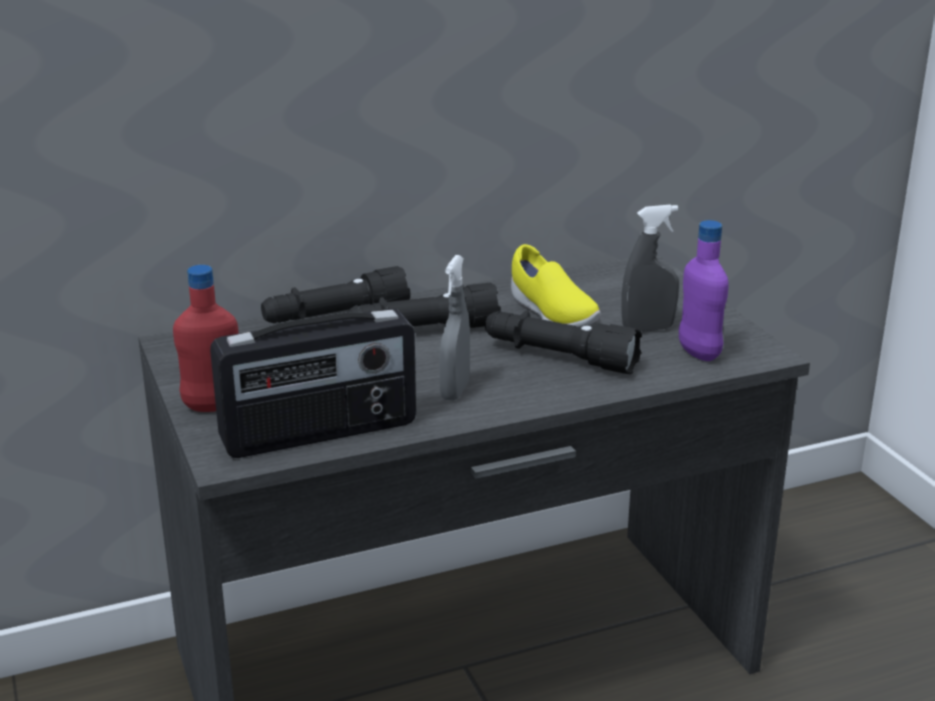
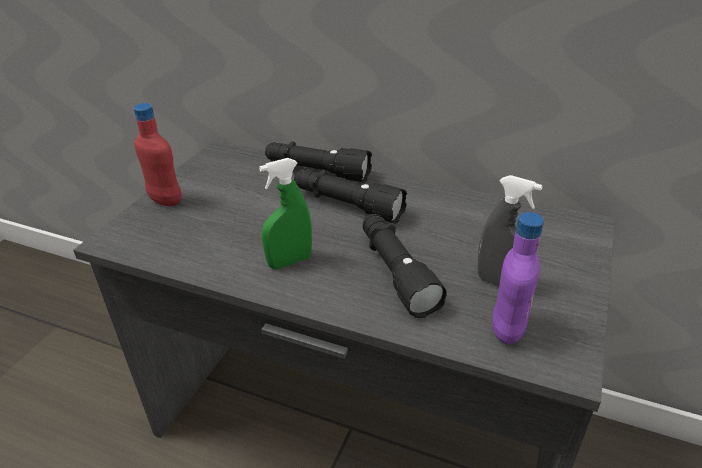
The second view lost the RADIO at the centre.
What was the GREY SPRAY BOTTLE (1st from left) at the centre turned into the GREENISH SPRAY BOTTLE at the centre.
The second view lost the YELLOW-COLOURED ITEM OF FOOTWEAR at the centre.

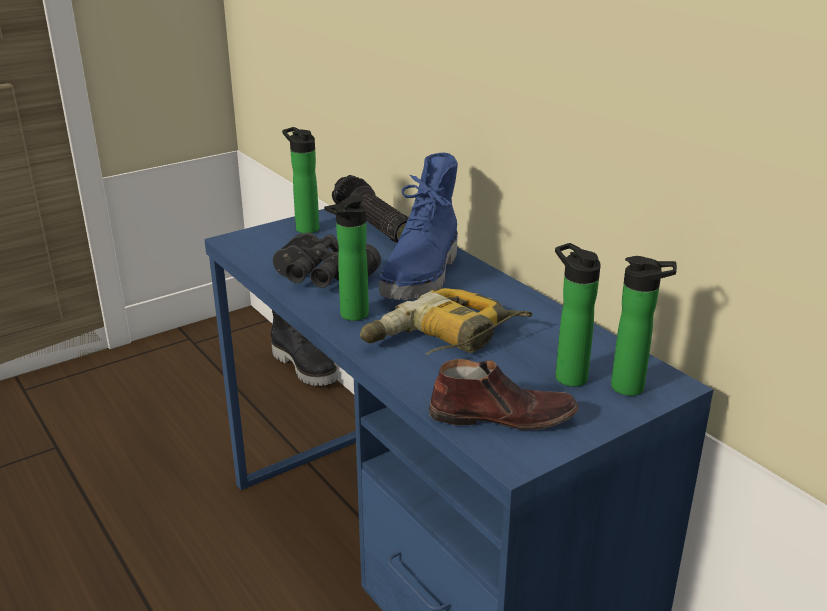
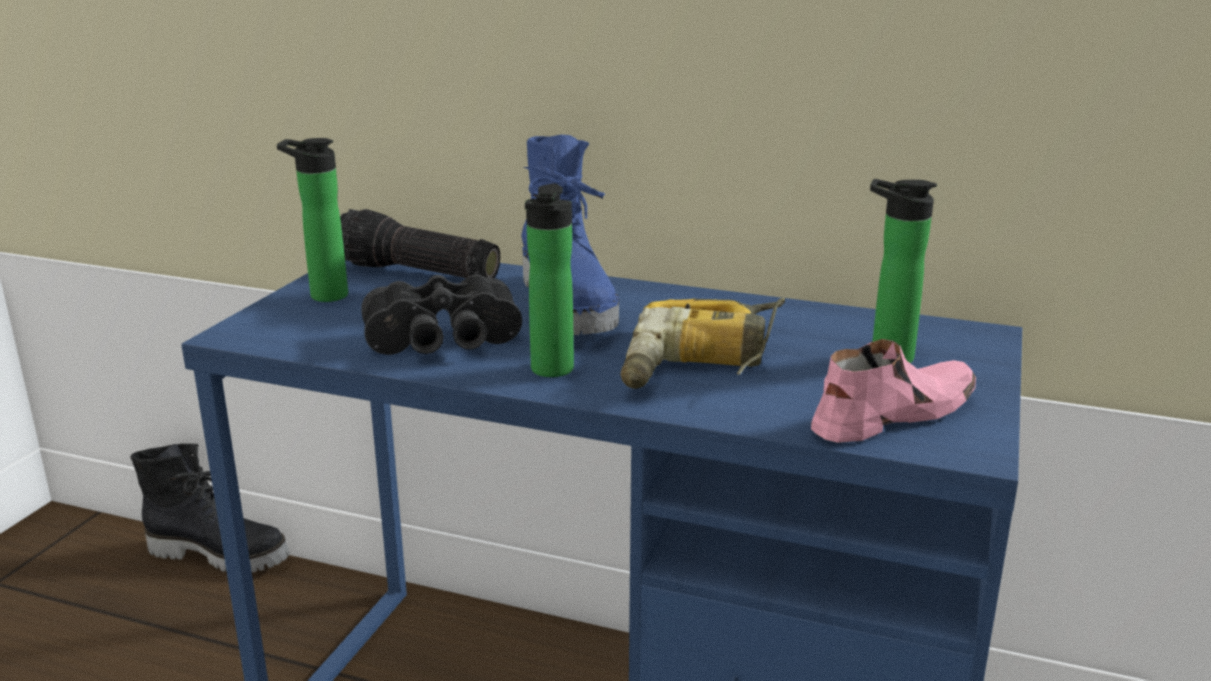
What was the BROWNISH ITEM OF FOOTWEAR at the centre turned into the PINK ITEM OF FOOTWEAR at the middle right.
The second view lost the BOTTLE (4th from left) at the middle right.

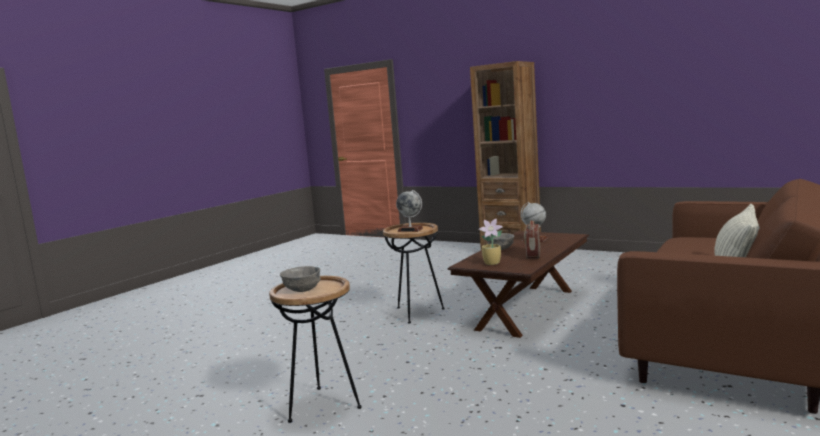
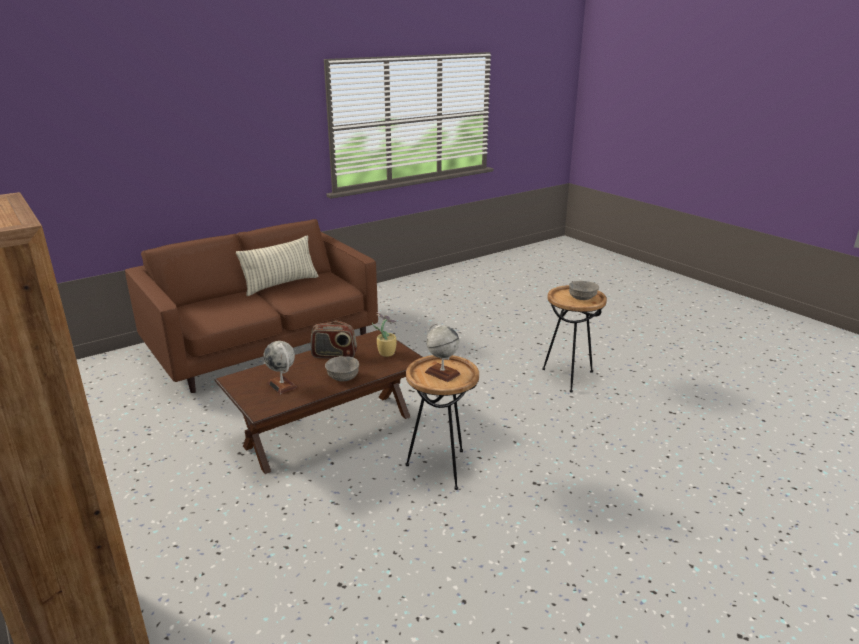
The RADIO at the centre ended up facing another way, 60 degrees clockwise from before.

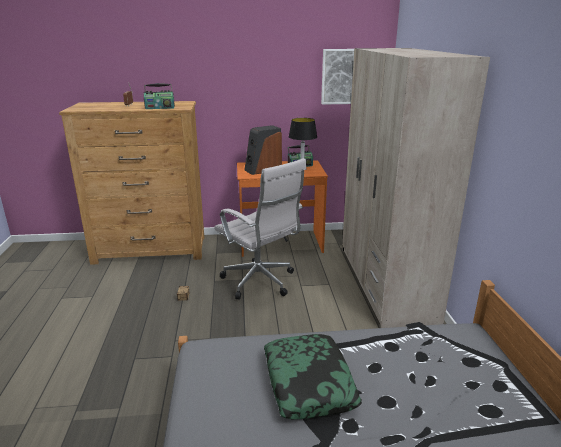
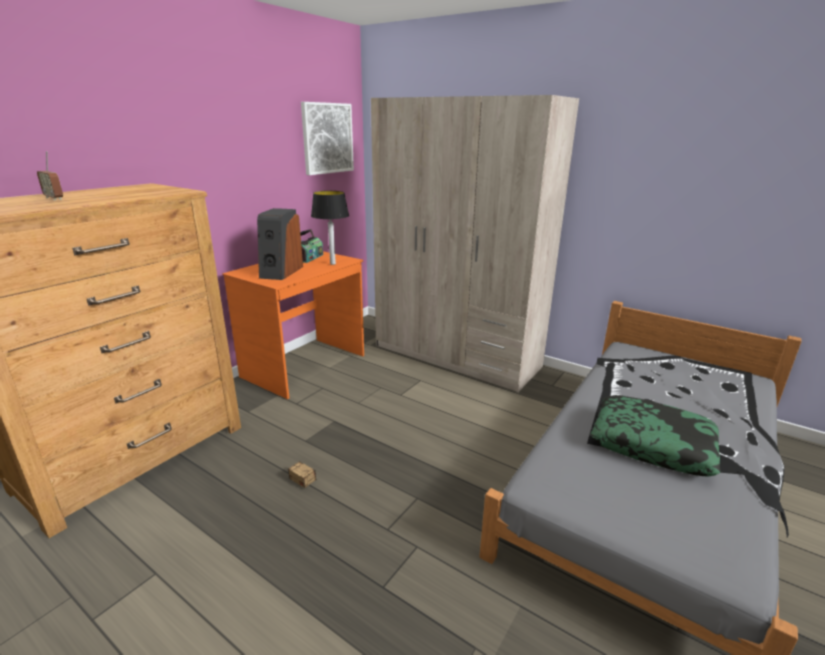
The second view lost the RADIO (2nd from left) at the top left.
The second view lost the WHITISH DESK CHAIR at the centre.

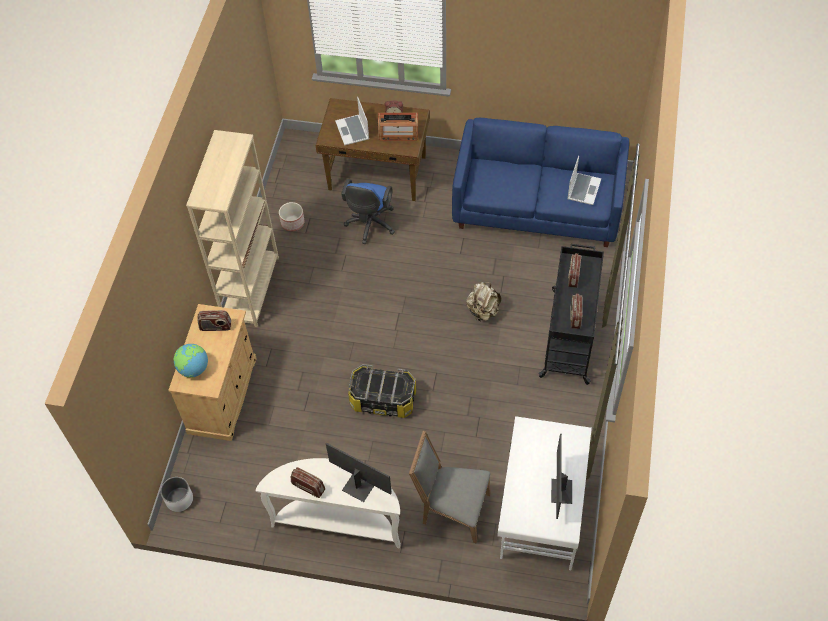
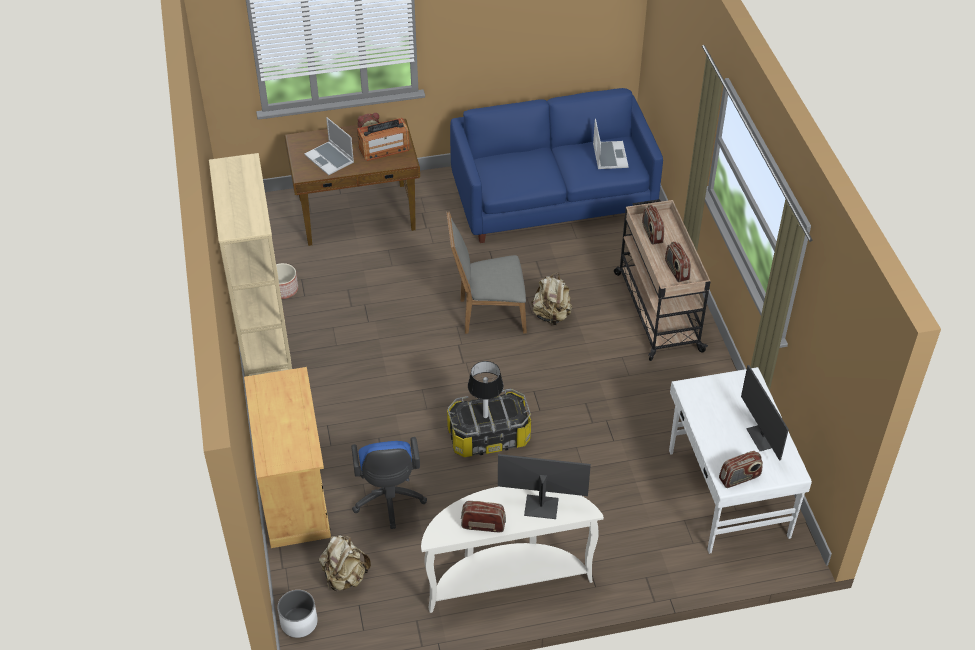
The second view lost the WORLD GLOBE at the middle left.
The RADIO (1st from left in the first image) ended up elsewhere, having gone from the middle left to the bottom right.
The BLUE-COLOURED DESK CHAIR ended up elsewhere, having gone from the centre to the bottom centre.
The GREY PLAIN CHAIR ended up elsewhere, having gone from the bottom centre to the centre.
What was the BLACKISH TROLLEY at the middle right turned into the BEIGE TROLLEY at the middle right.
The second view gained the BEIGE BACKPACK (1st from left) at the bottom centre.
The second view gained the TABLE LAMP at the centre.

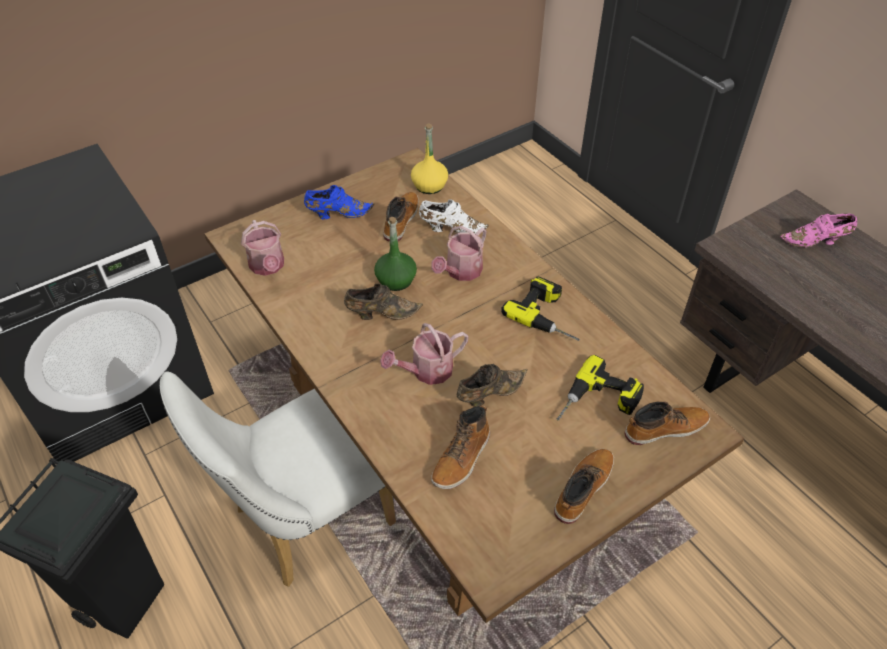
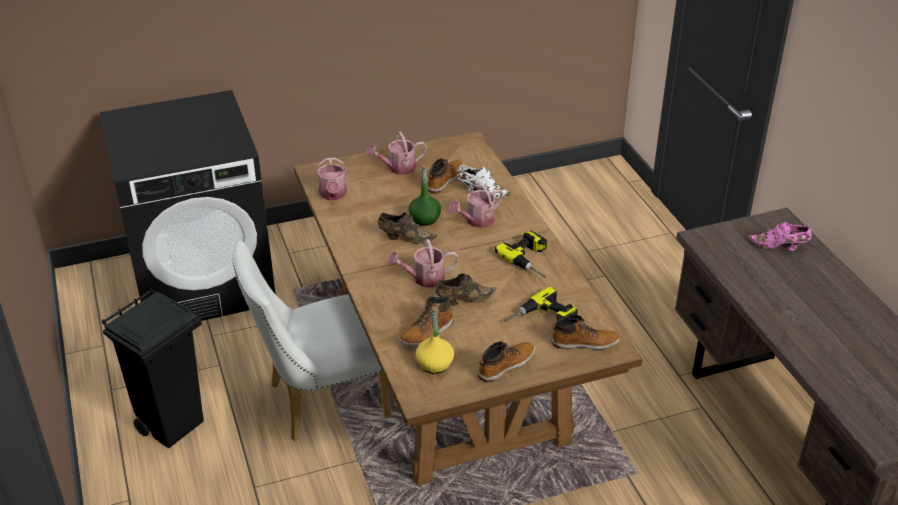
Where the BLUE-COLOURED ITEM OF FOOTWEAR stood at the top centre, the WATERING CAN (2nd from left) came to stand at the top centre.
The YELLOW-COLOURED BOTTLE ended up elsewhere, having gone from the top centre to the bottom centre.

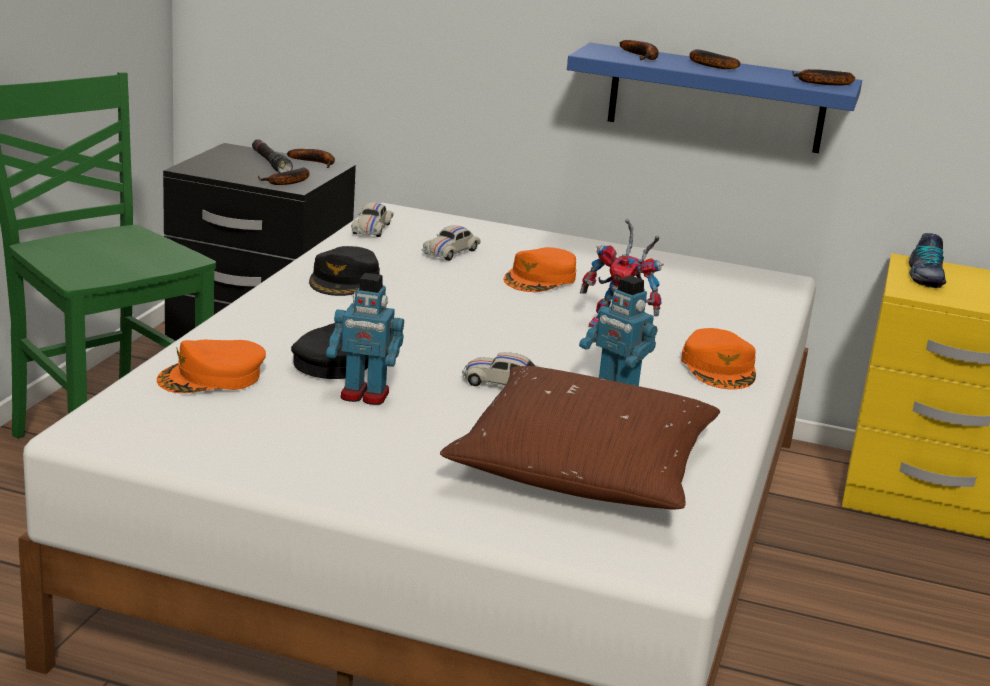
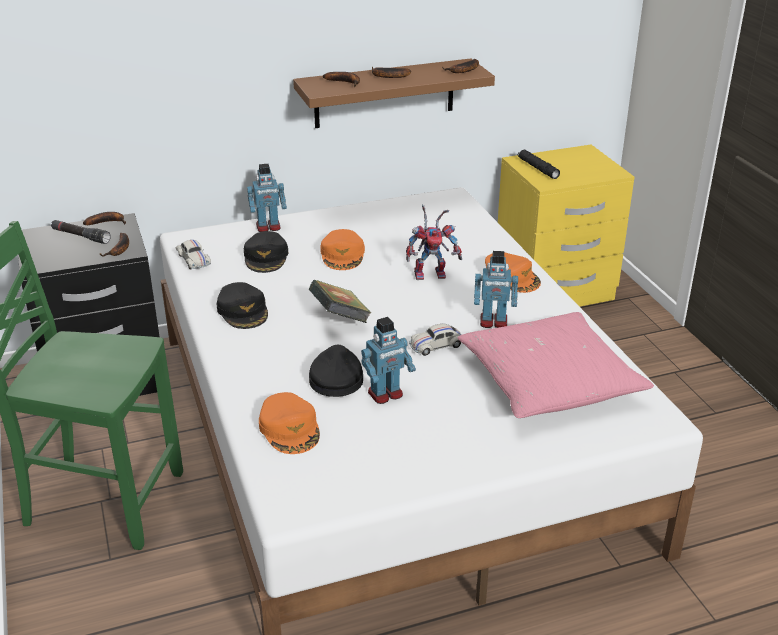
The ORANGEY CAP (1st from left) at the middle left ended up facing another way, 45 degrees counterclockwise from before.
Where the WHITISH MINIATURE CAR (2nd from left) stood at the centre, the BLACKISH CAP (2nd from left) came to stand at the centre.
What was the BROWNISH PILLOW at the centre turned into the PINK PILLOW at the middle right.
What was the BLUE-COLOURED SHELF at the top right turned into the BROWNISH SHELF at the top centre.
Where the ITEM OF FOOTWEAR stood at the middle right, the BLACKISH TORCH (2nd from left) came to stand at the top right.
The second view gained the ROBOT FIGURE (1st from left) at the top centre.
The second view gained the VOLUME at the centre.

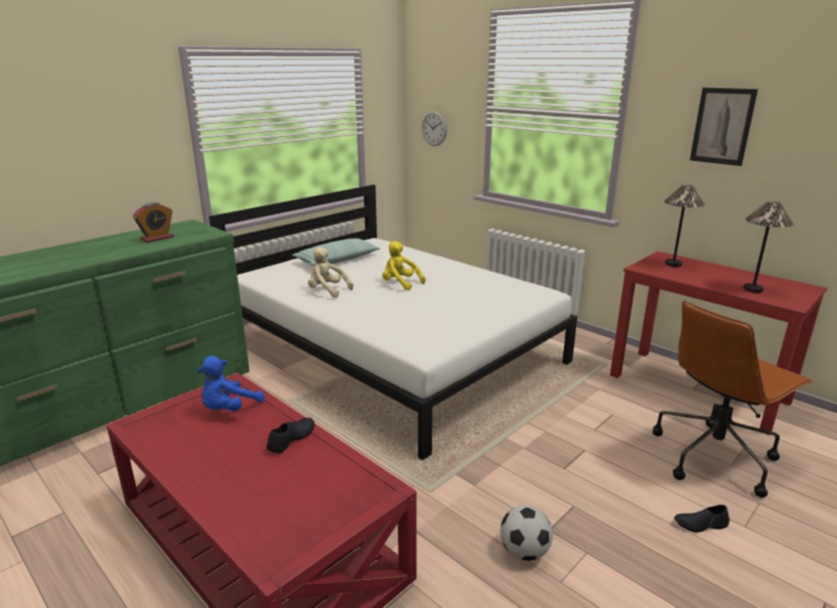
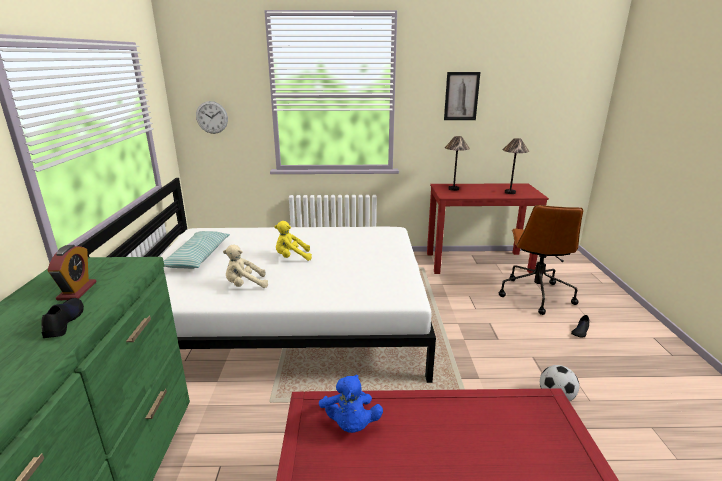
The BLACKISH ITEM OF FOOTWEAR (1st from left) ended up elsewhere, having gone from the bottom centre to the middle left.

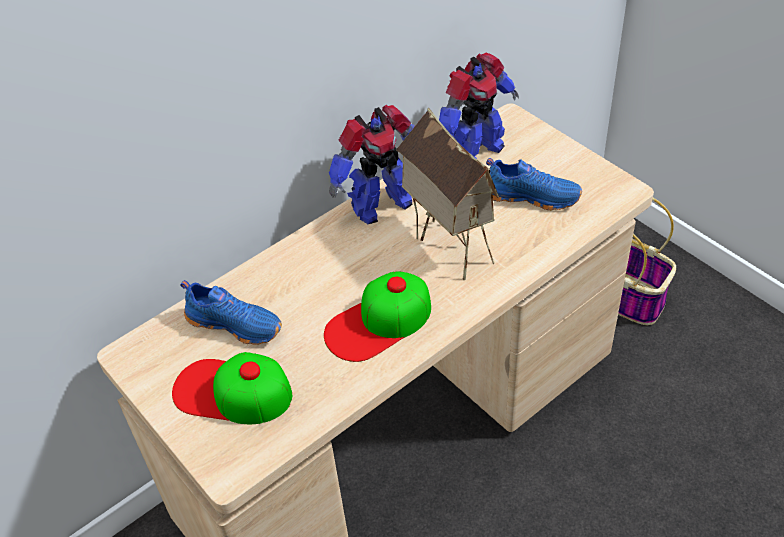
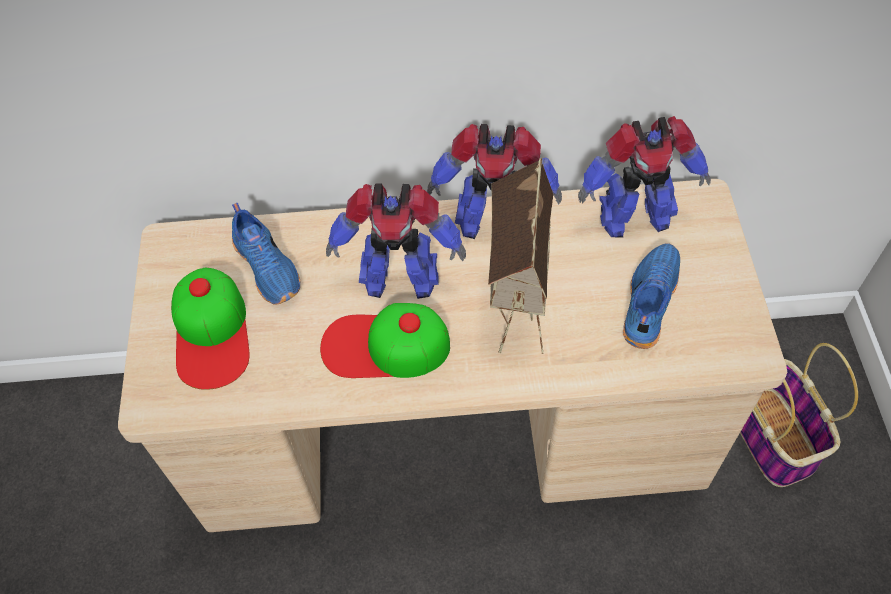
The CAP (1st from left) at the bottom left ended up facing another way, 150 degrees counterclockwise from before.
The BLUE-COLOURED ITEM OF FOOTWEAR (2nd from left) at the middle right ended up facing another way, 120 degrees counterclockwise from before.
The second view gained the ROBOT FIGURE (1st from left) at the centre.

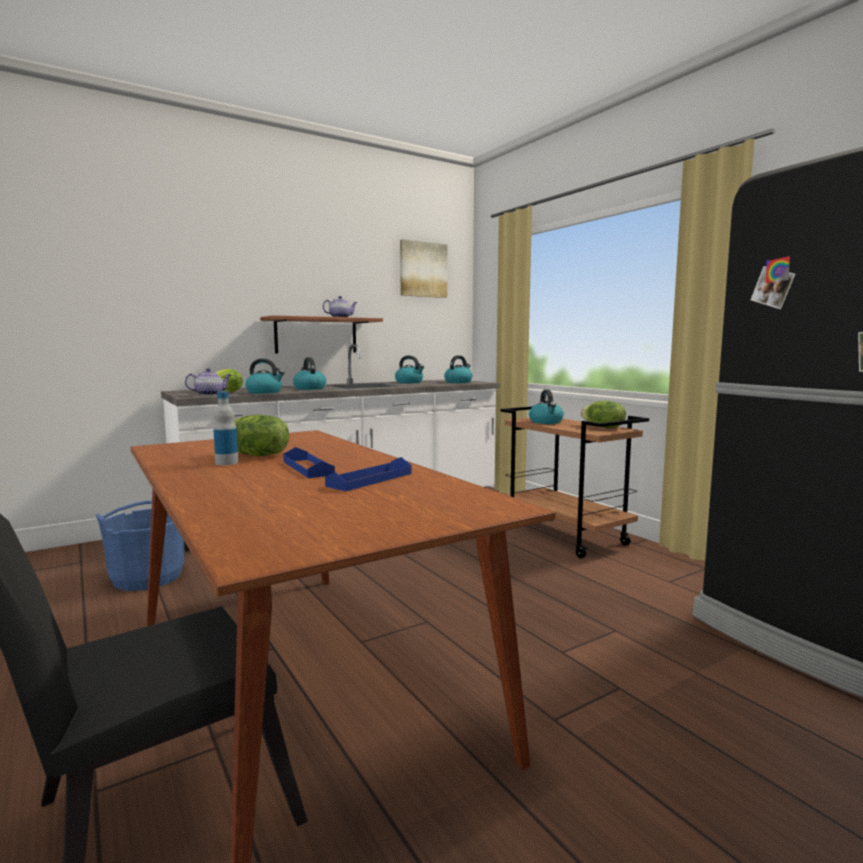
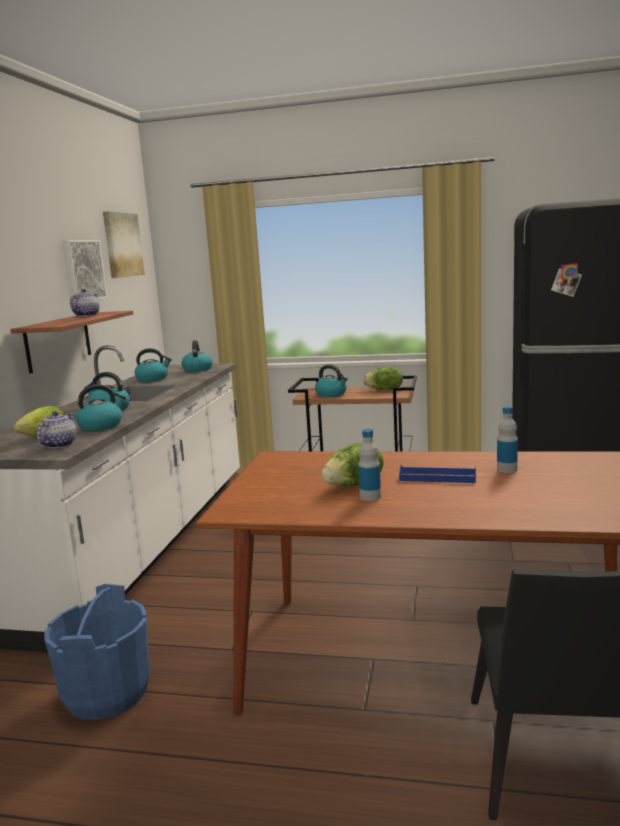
Where the BLUE-COLOURED TRAY (2nd from left) stood at the centre, the BOTTLE (2nd from left) came to stand at the middle right.
The second view gained the WALL PICTURE (1st from left) at the top left.

